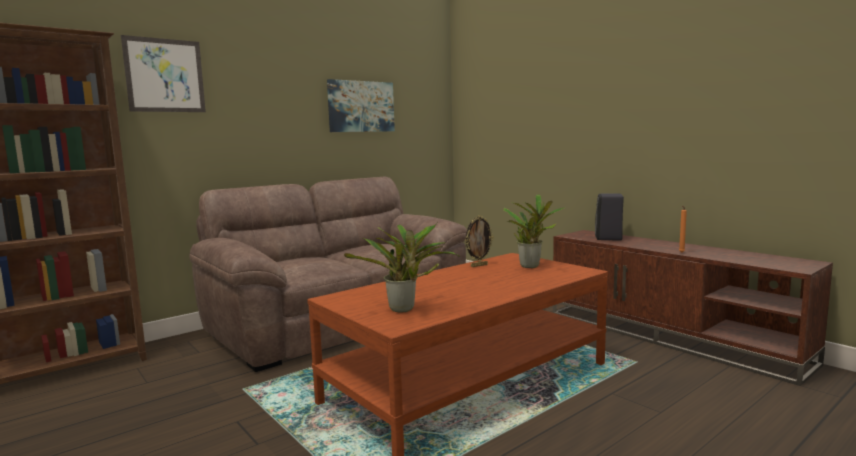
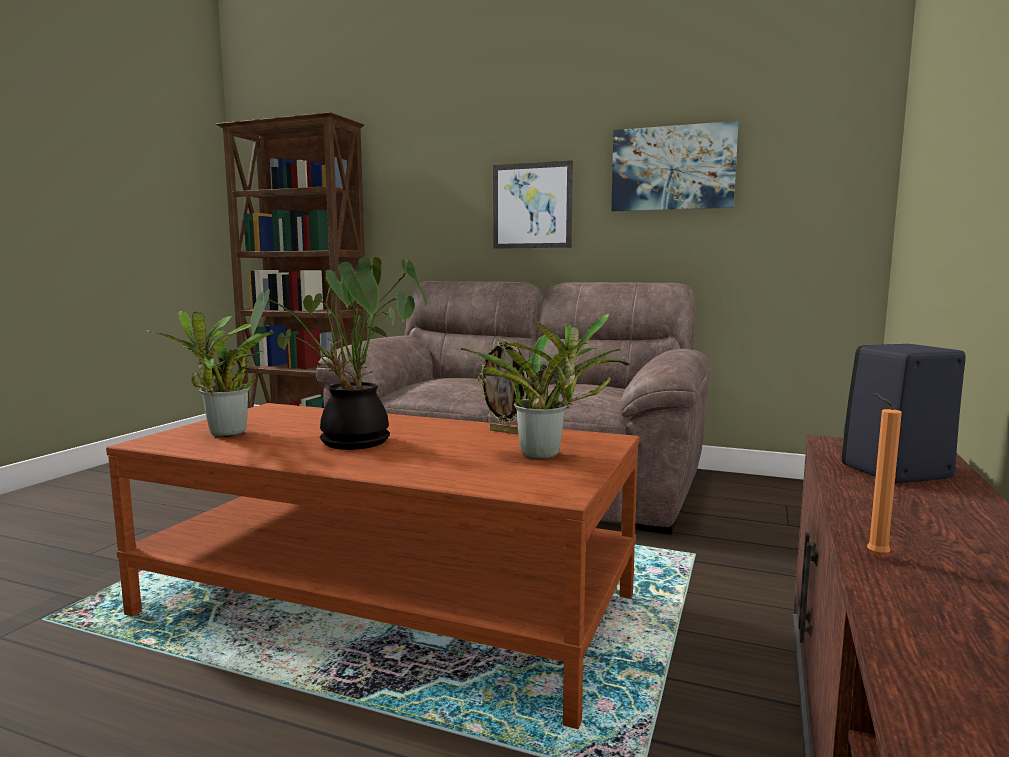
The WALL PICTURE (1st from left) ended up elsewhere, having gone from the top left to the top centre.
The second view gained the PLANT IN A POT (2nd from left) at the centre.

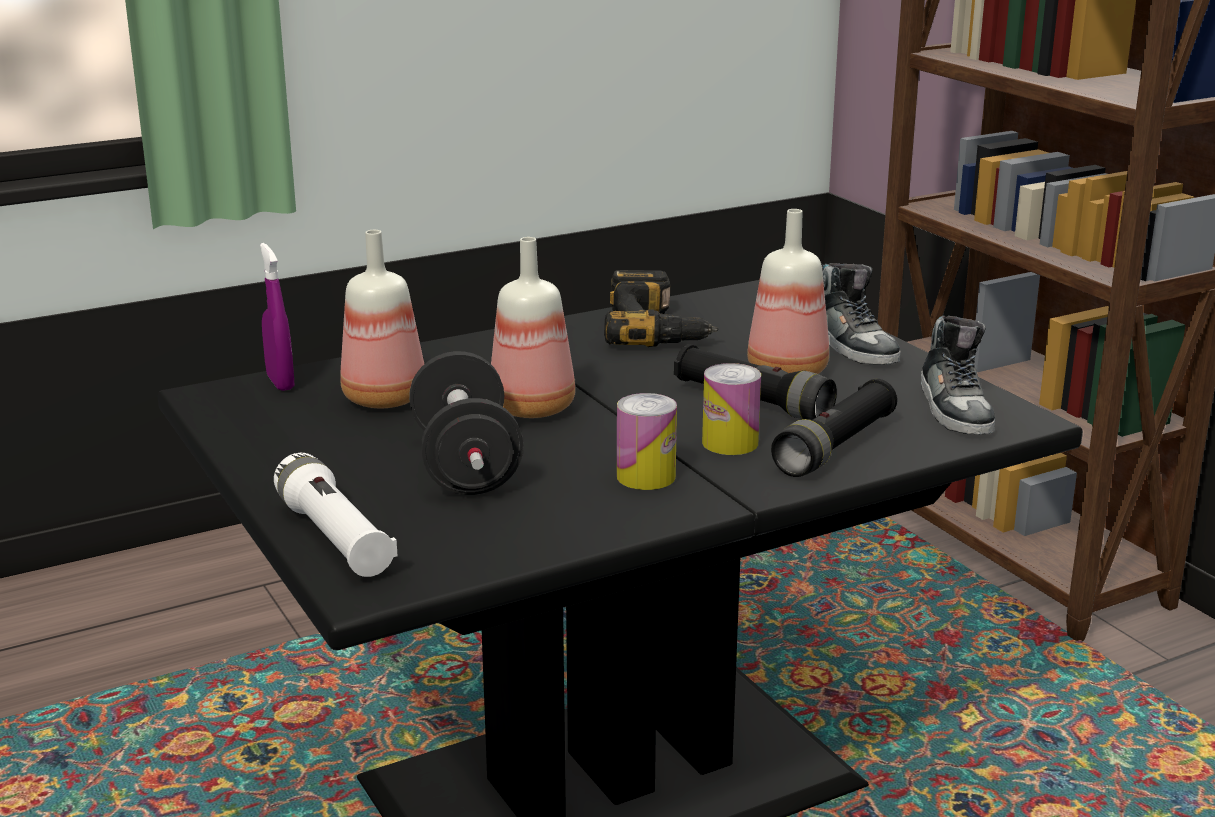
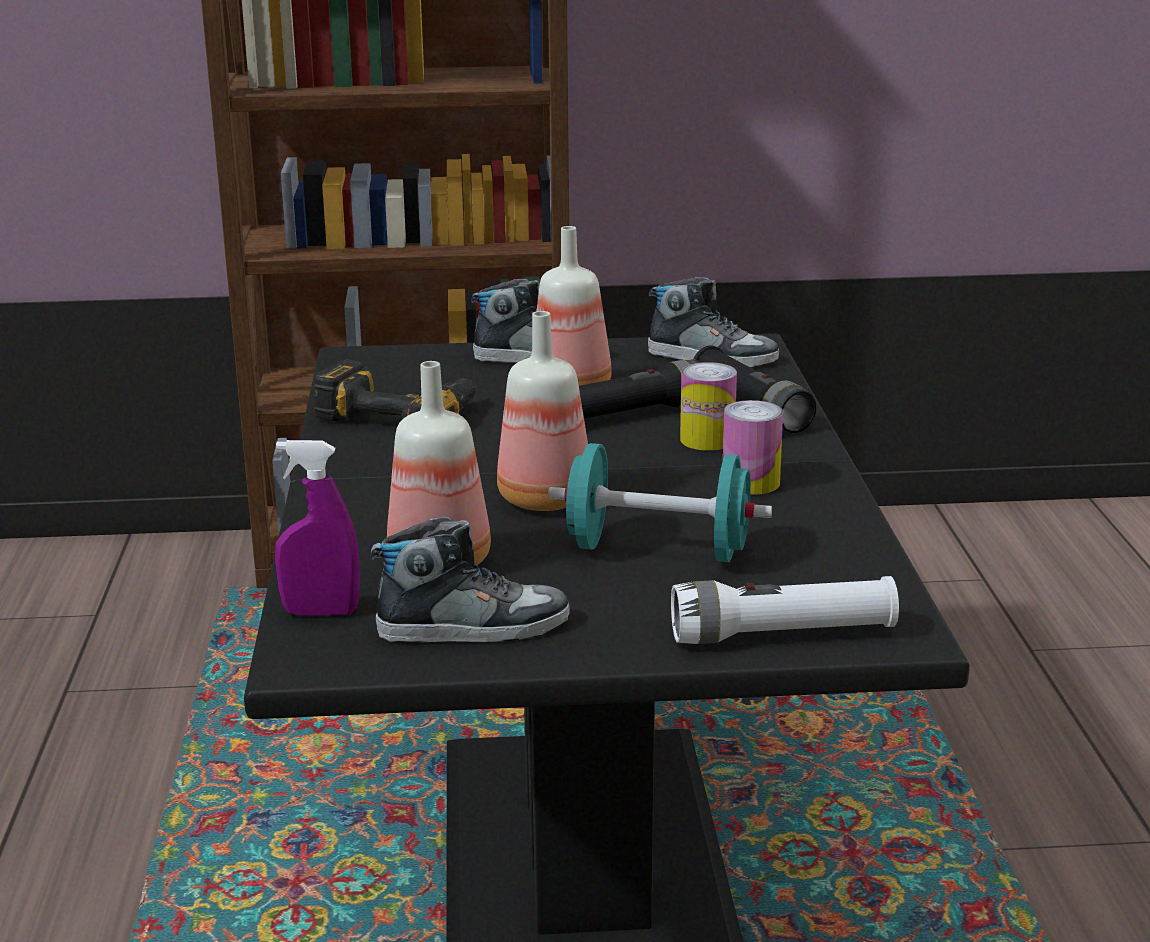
What was the BLACKISH DUMBBELL at the centre turned into the TURQUOISE DUMBBELL at the centre.
The second view gained the ITEM OF FOOTWEAR (1st from left) at the centre.

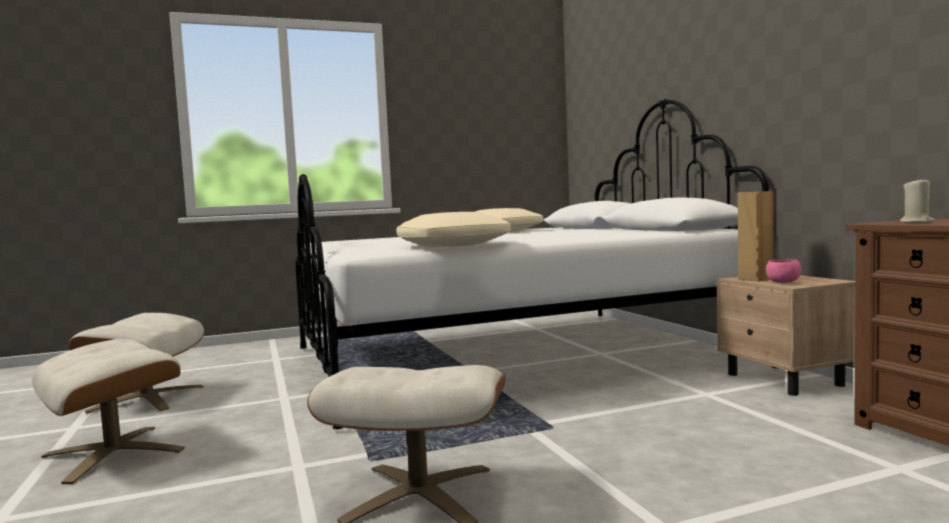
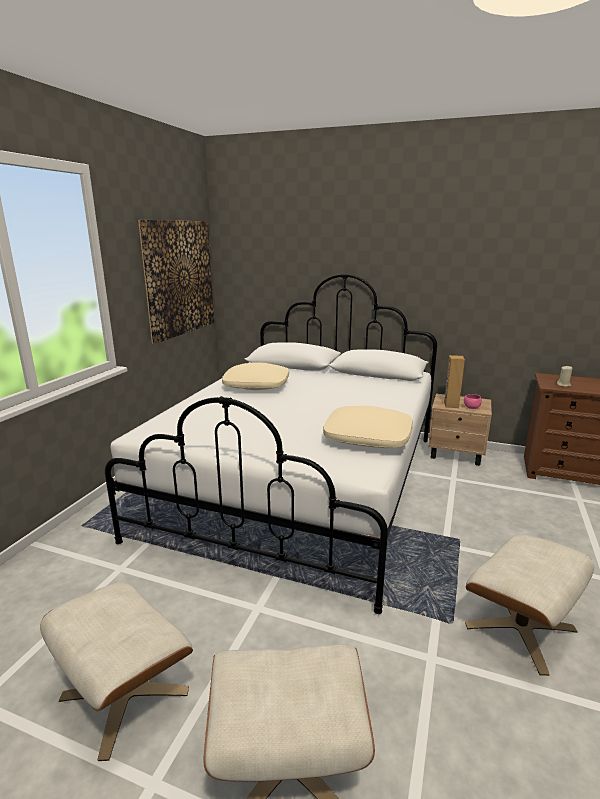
The second view gained the WALL PICTURE at the middle left.

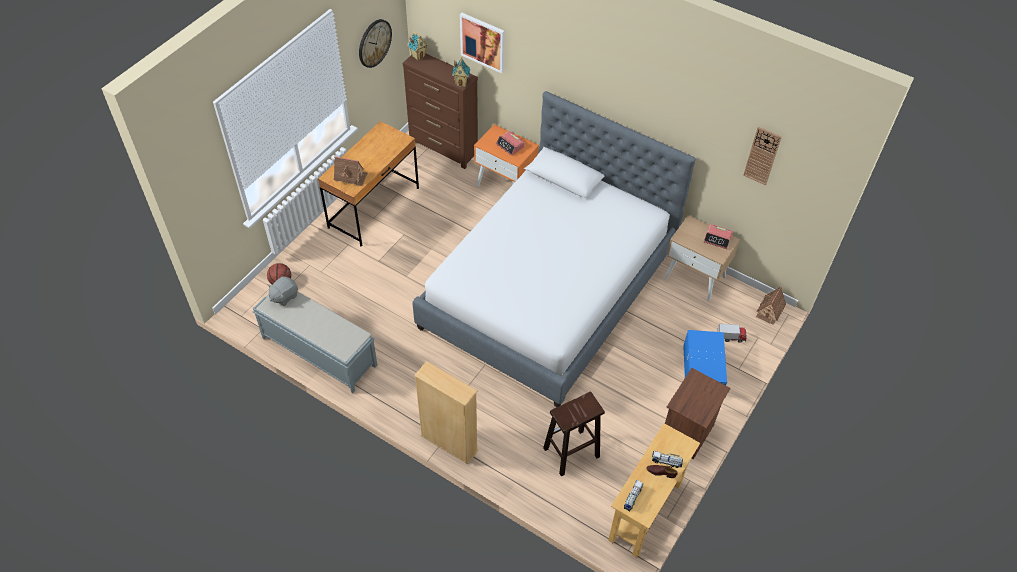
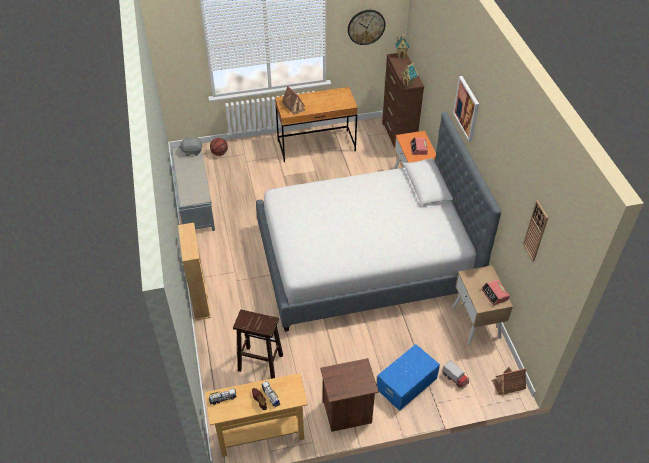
The WALL PICTURE ended up elsewhere, having gone from the top centre to the top right.

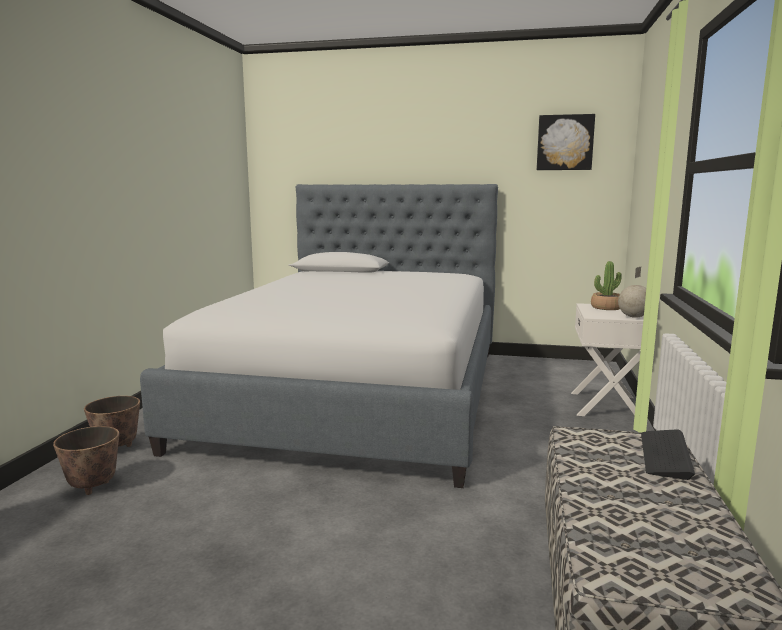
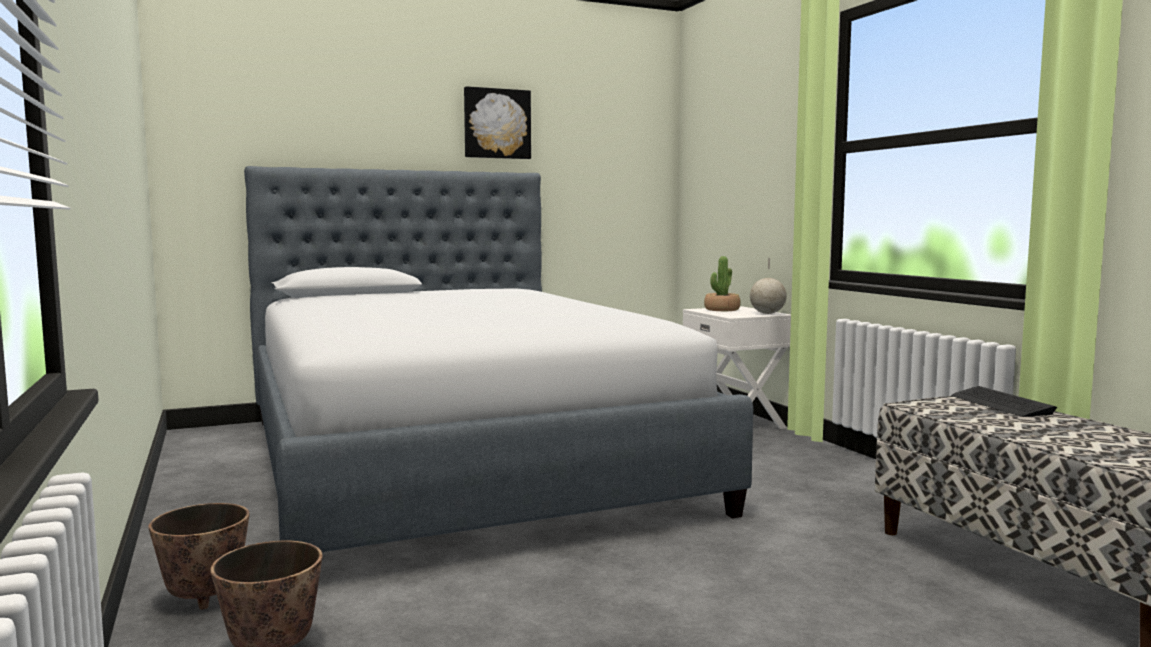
The WALL PICTURE ended up elsewhere, having gone from the top right to the top centre.

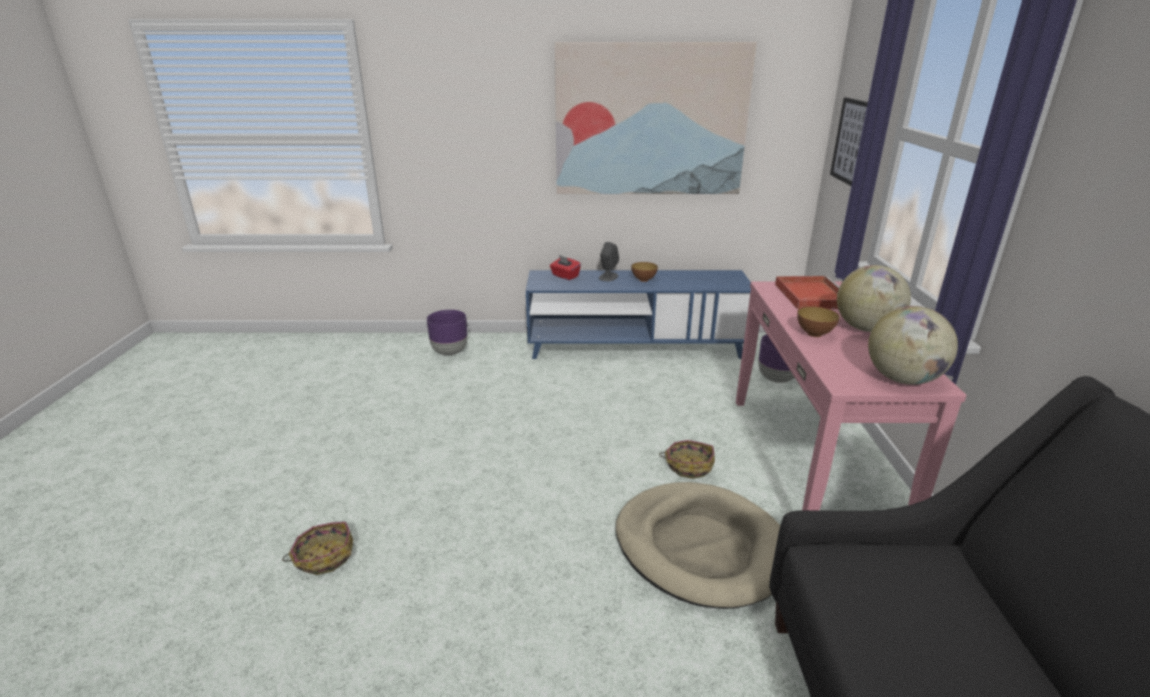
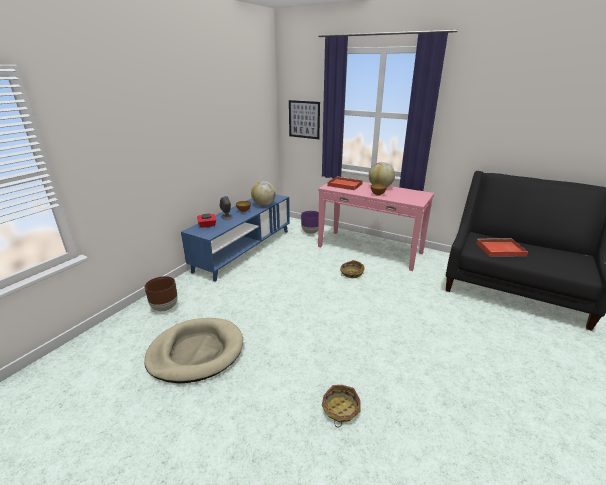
What was the PURPLISH PLANT POT (1st from left) at the centre turned into the BROWNISH PLANT POT at the middle left.
The second view lost the WALL PICTURE (1st from left) at the top centre.
The BEIGE PET BED ended up elsewhere, having gone from the bottom centre to the bottom left.
The WORLD GLOBE (2nd from left in the first image) ended up elsewhere, having gone from the middle right to the centre.
The second view gained the REDDISH TRAY (2nd from left) at the middle right.

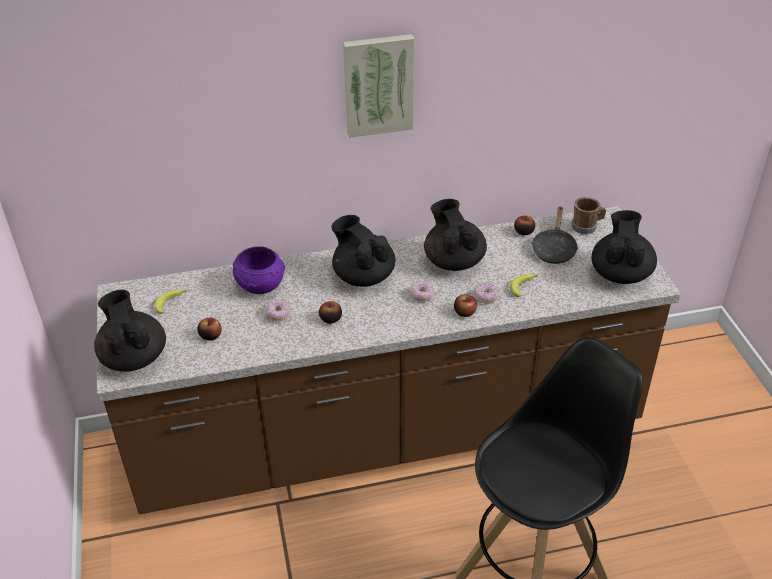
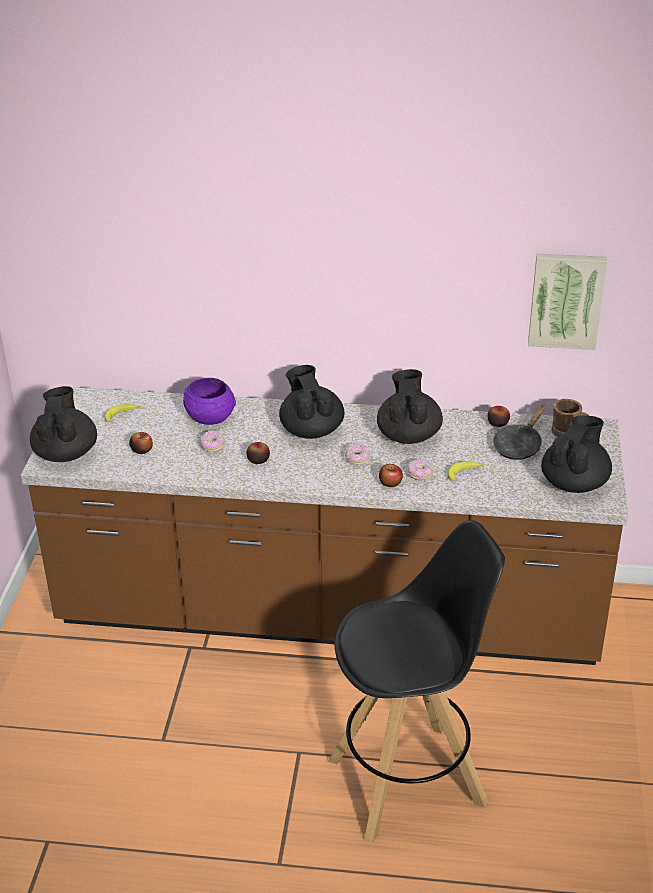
The WALL PICTURE ended up elsewhere, having gone from the top centre to the middle right.

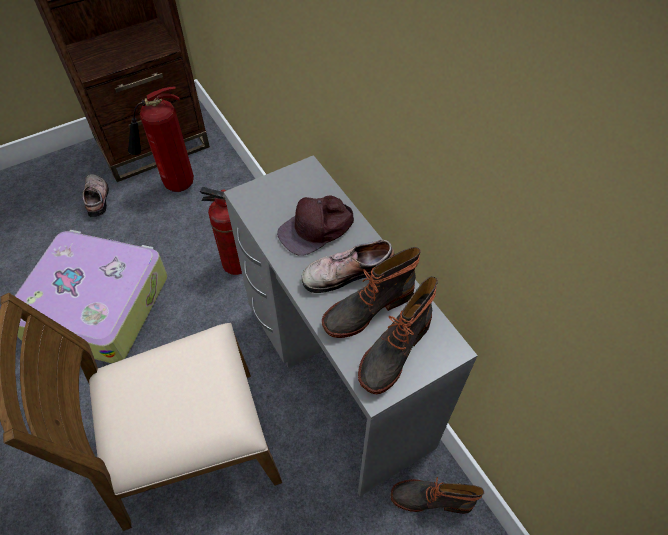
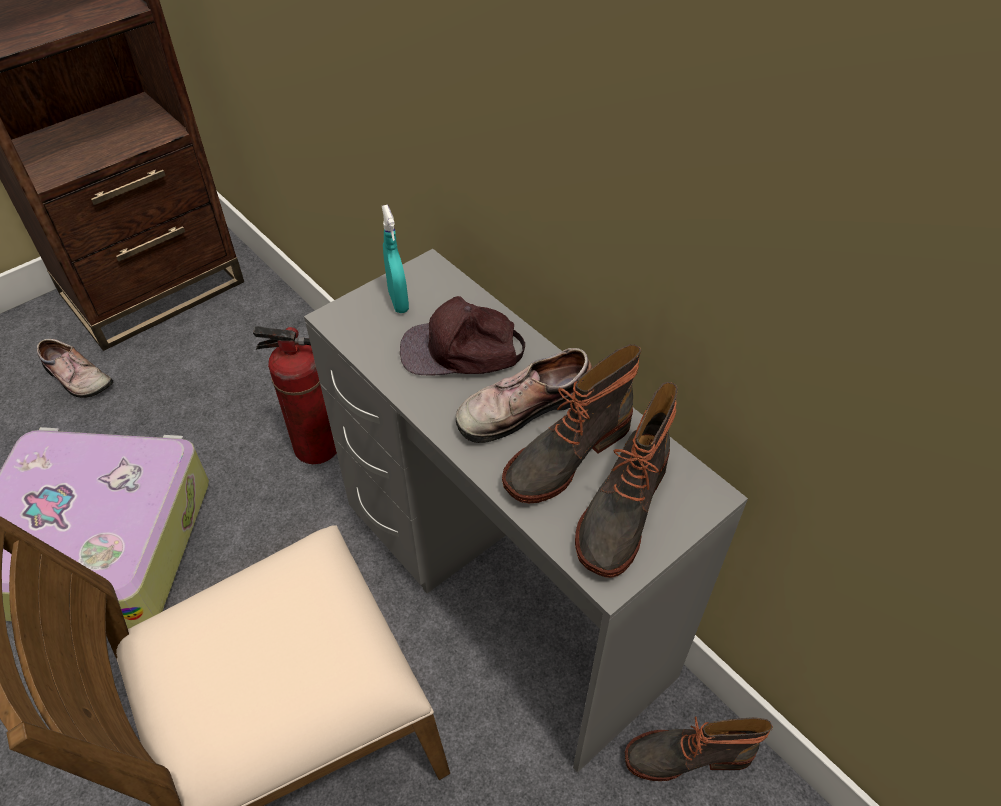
The ITEM OF FOOTWEAR (1st from left) at the middle left ended up facing another way, 150 degrees clockwise from before.
The second view lost the FIRE EXTINGUISHER (1st from left) at the top left.
The BROWNISH CAP at the centre ended up facing another way, 45 degrees clockwise from before.
The second view gained the TURQUOISE SPRAY BOTTLE at the top centre.

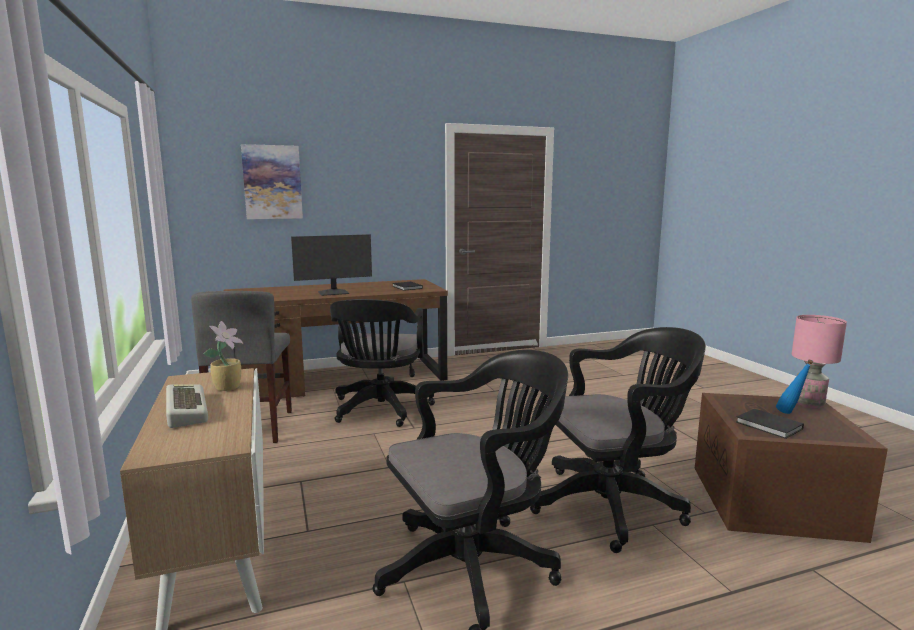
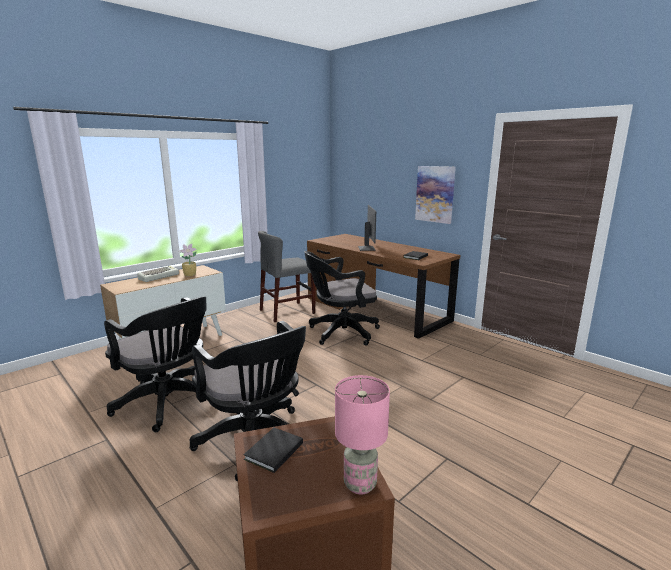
The WALL PICTURE ended up elsewhere, having gone from the top left to the centre.
The COMPUTER DISPLAY at the centre ended up facing another way, 135 degrees counterclockwise from before.
The second view lost the BLUE-COLOURED BOTTLE at the middle right.

